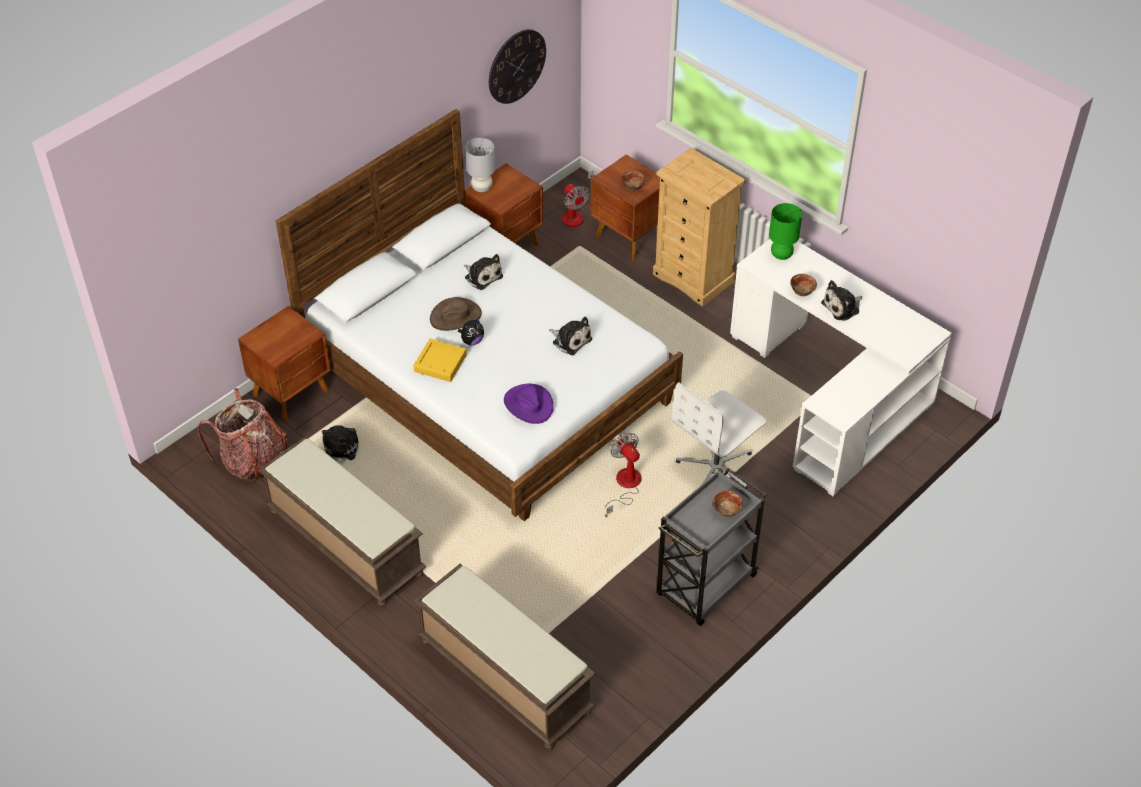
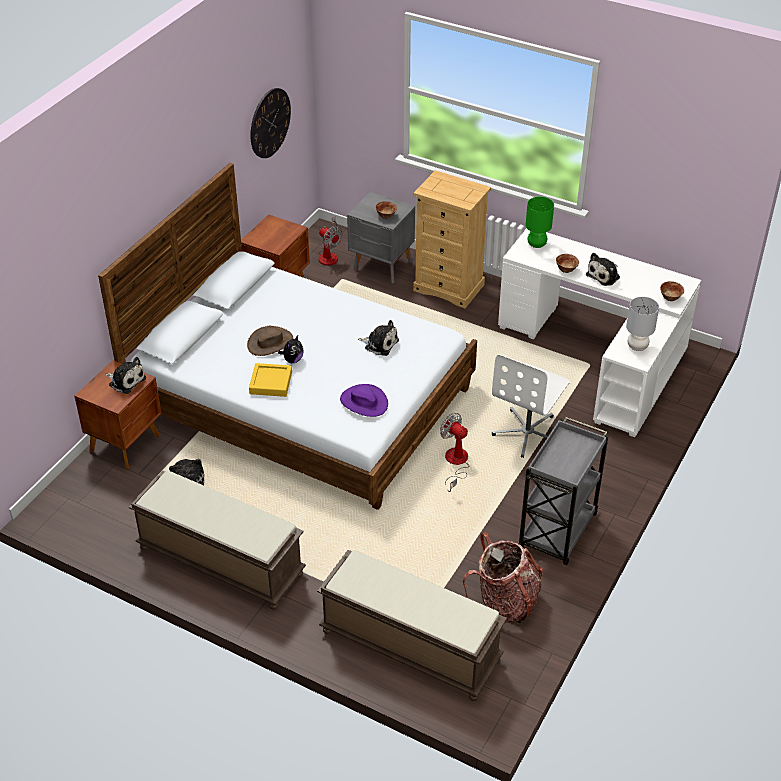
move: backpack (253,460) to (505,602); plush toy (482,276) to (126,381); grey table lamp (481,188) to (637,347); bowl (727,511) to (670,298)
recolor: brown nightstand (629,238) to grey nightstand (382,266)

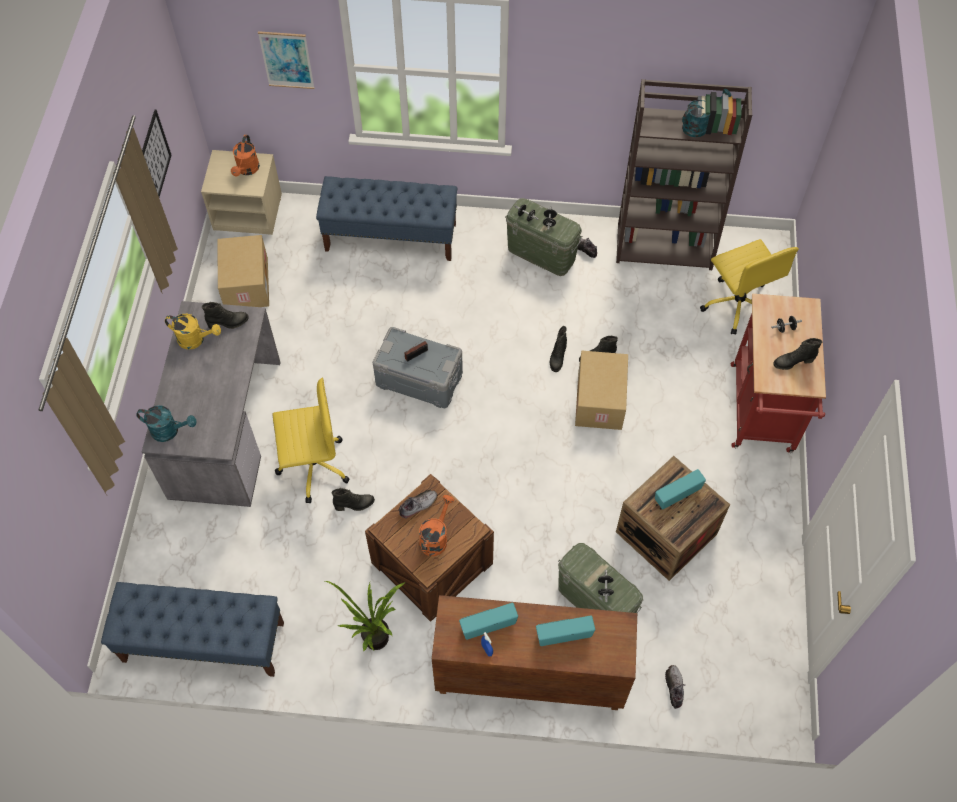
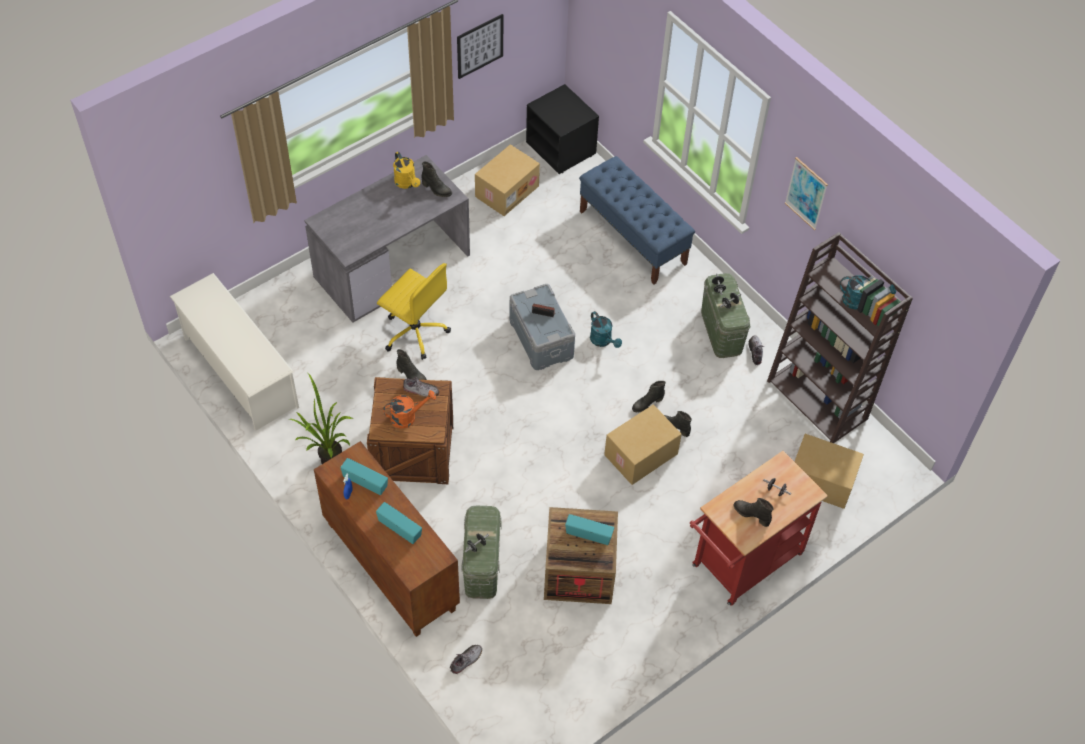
delete: orange watering can (247,170)
move: turquoise watering can (170,431) to (603,341); picture (287,60) to (806,193)
replace: blue bench (203,642) to white shoe rack (240,372); yellow office chair (737,304) to cardboard box (820,481)
recolor: beige nightstand (248,211) to black nightstand (562,148)

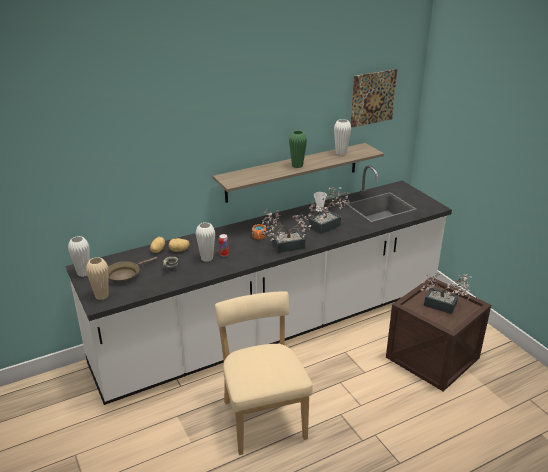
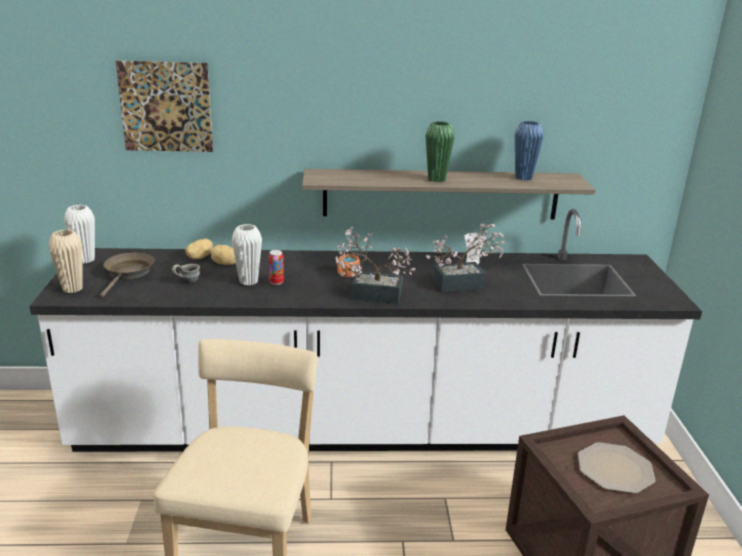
move: picture (373,98) to (166,107)
replace: potted plant (444,306) to plate (614,469)
recolor: white vase (341,153) to blue vase (523,177)
rotate: brown frying pan (125,275) = (128,274) 120 degrees clockwise

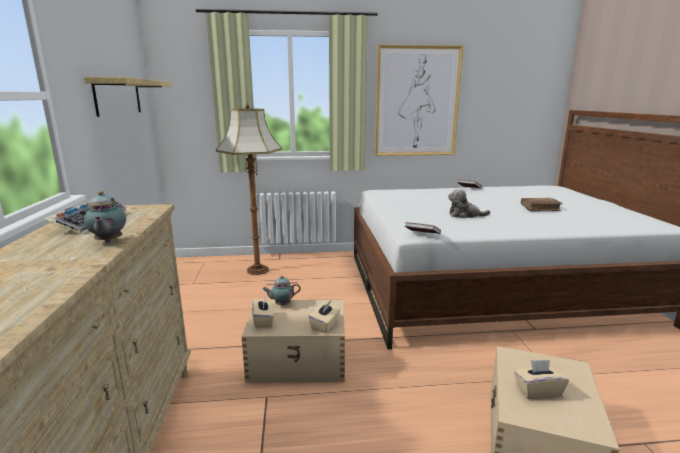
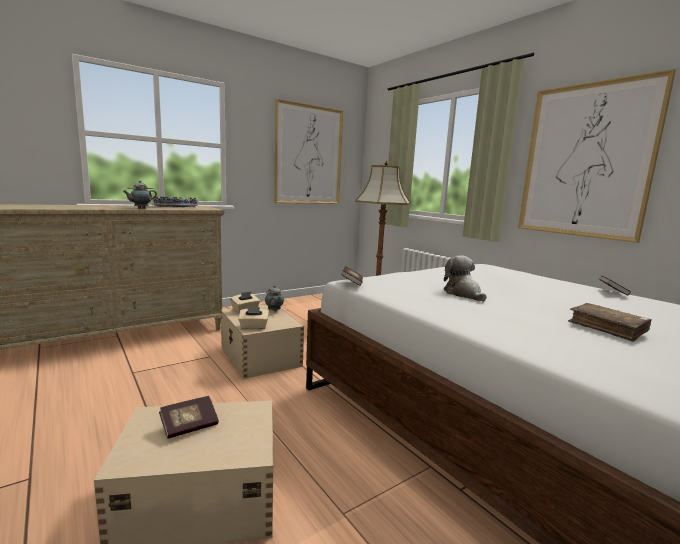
replace: shelf (118,97) to picture (309,155); beige tissue box (537,391) to book (189,426)

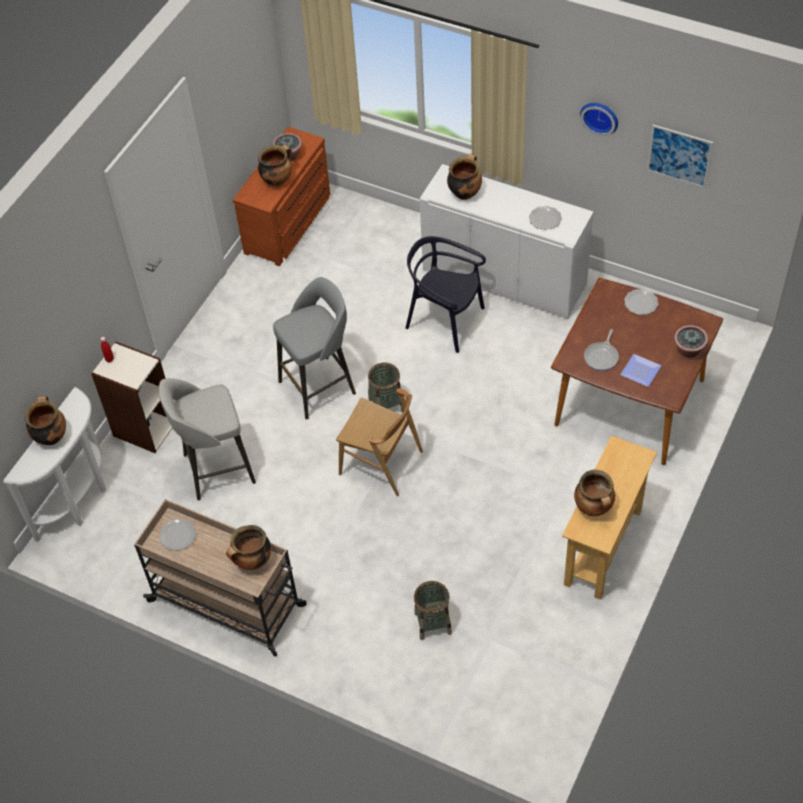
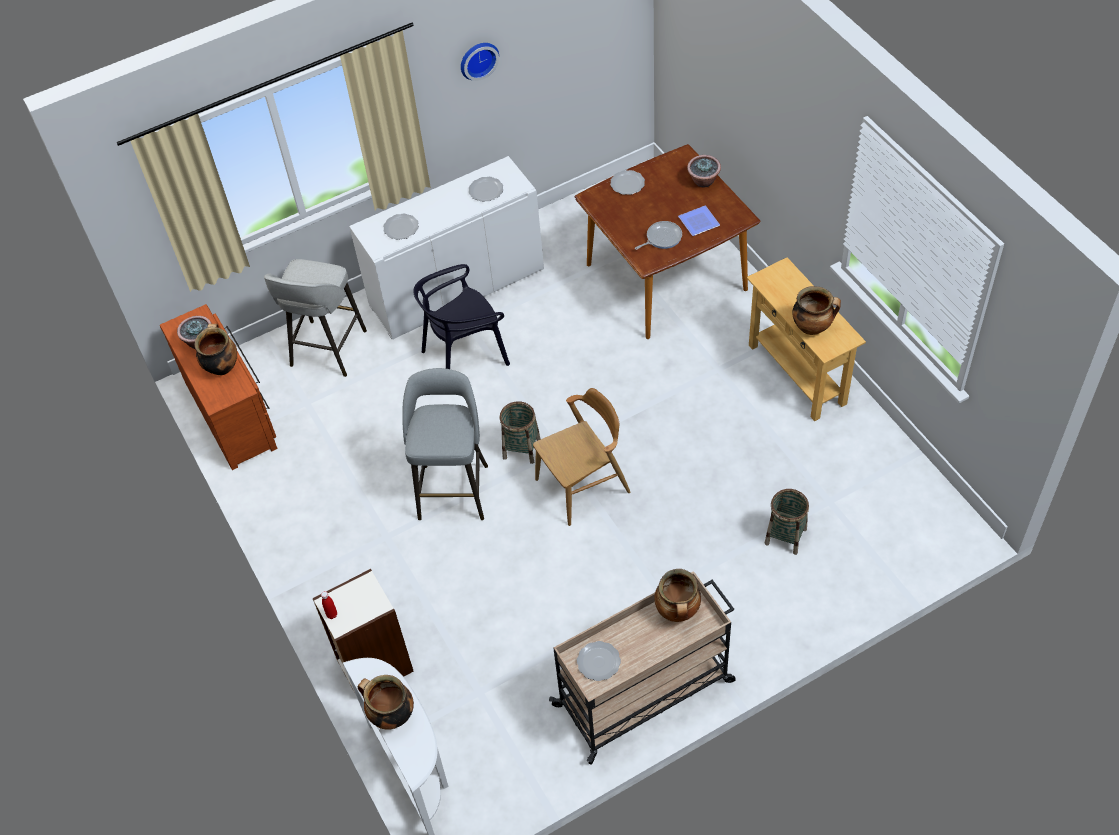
delete: picture (679,156)
move: grey stool (216,469) to (327,350)
replace: cooking pot (464,192) to plate (400,228)
rotate: frying pan (602,356) = (662,238) 90 degrees counterclockwise

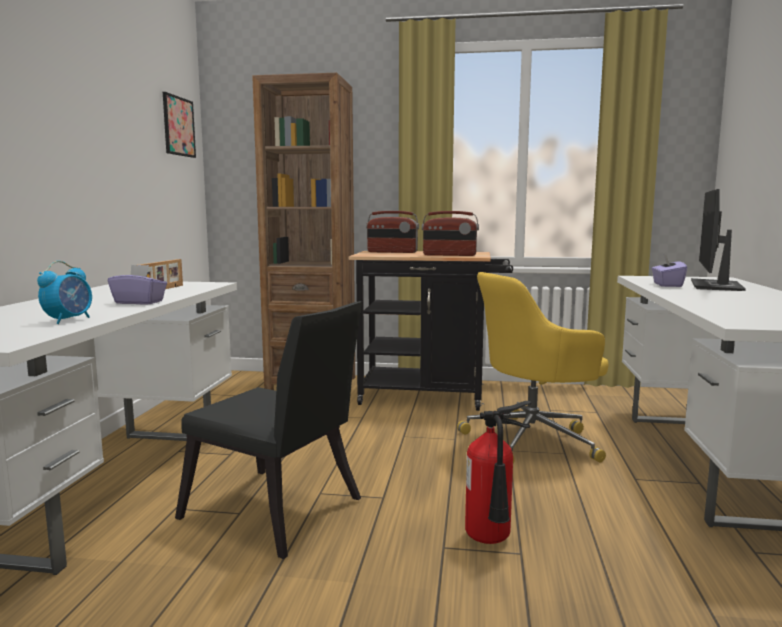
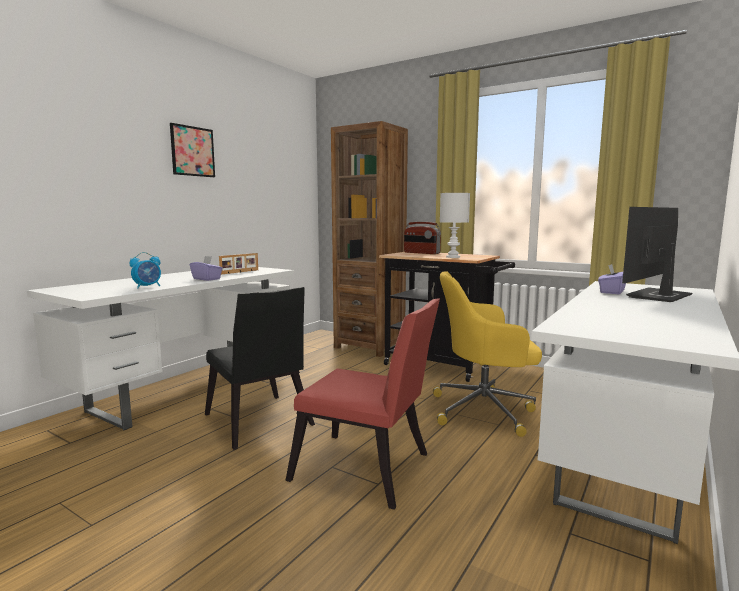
move: picture (178,126) to (192,151)
replace: radio (449,255) to white table lamp (453,257); fire extinguisher (491,541) to red chair (367,471)

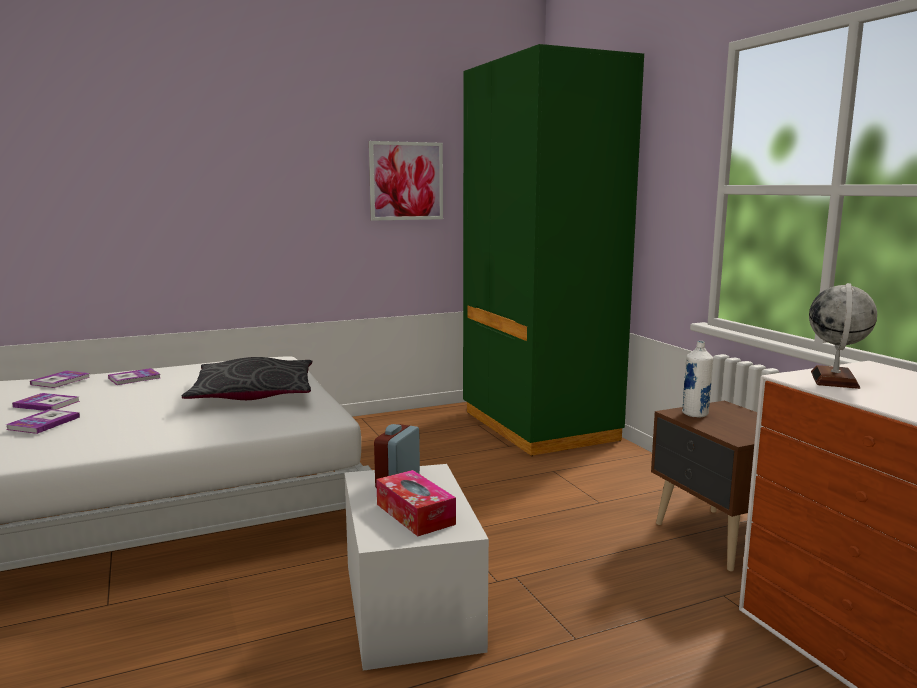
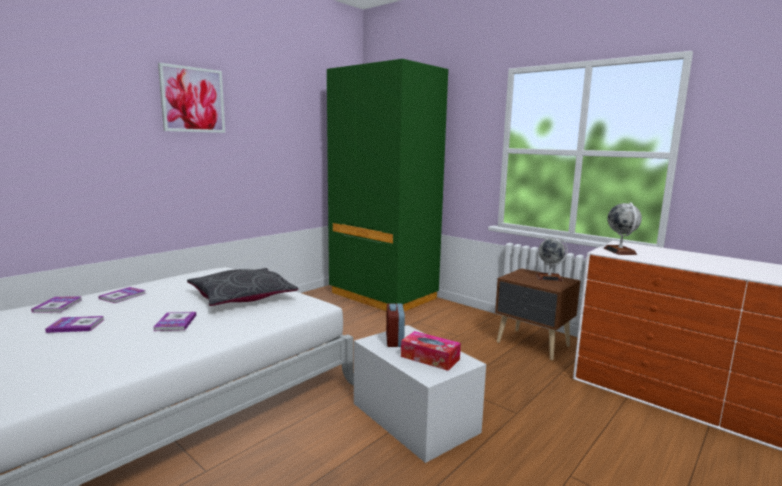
delete: white bottle (695,414)
insert: globe (549,278)
move: book (43,423) to (175,322); picture (406,181) to (193,100)

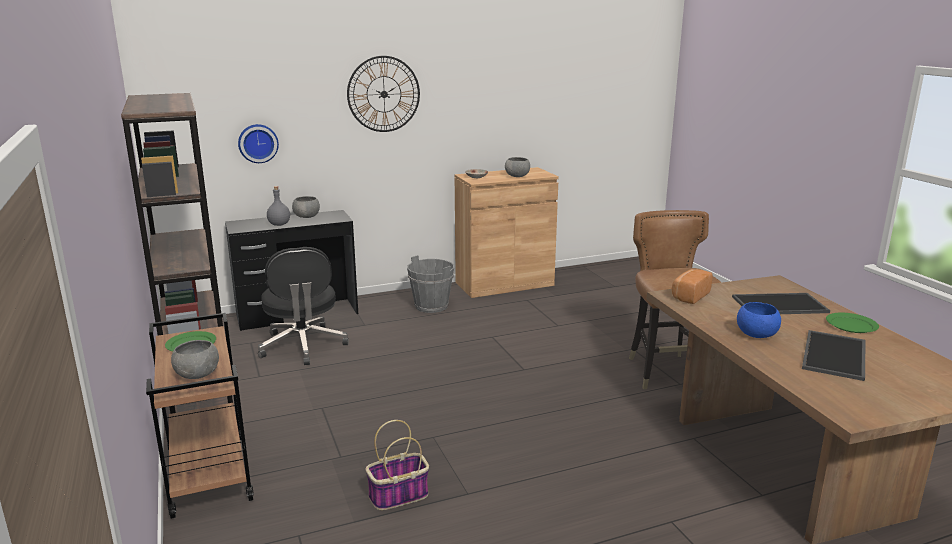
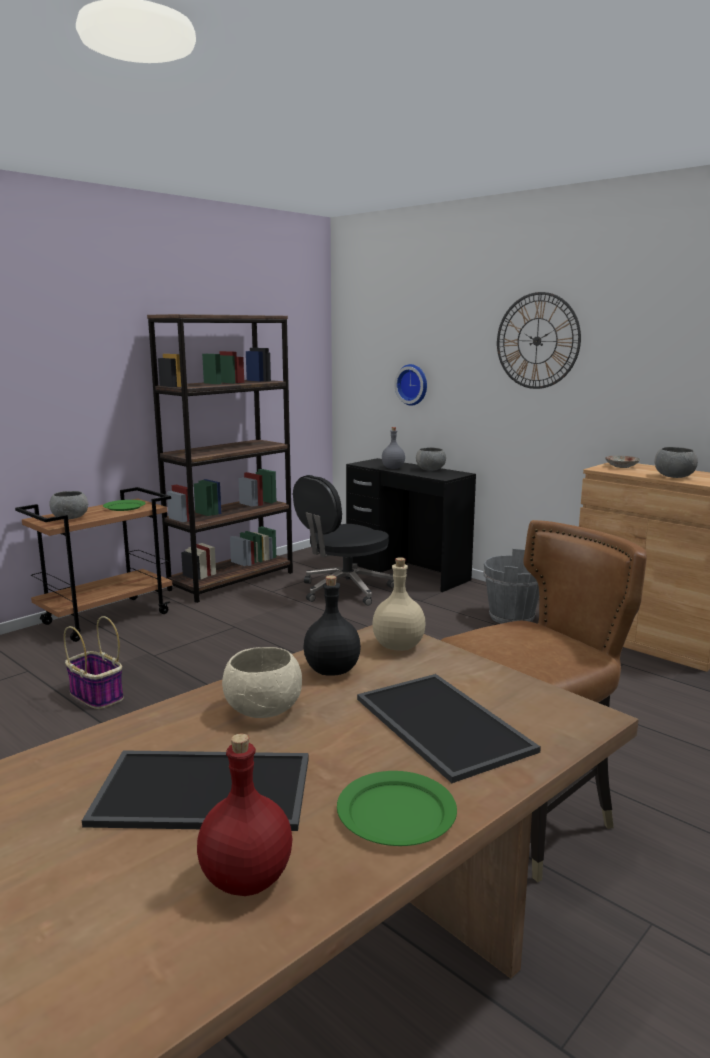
insert: red bottle (245,880); black bottle (331,670)
replace: bread (689,296) to beige bottle (399,646)
recolor: blue bowl (756,334) to beige bowl (264,709)

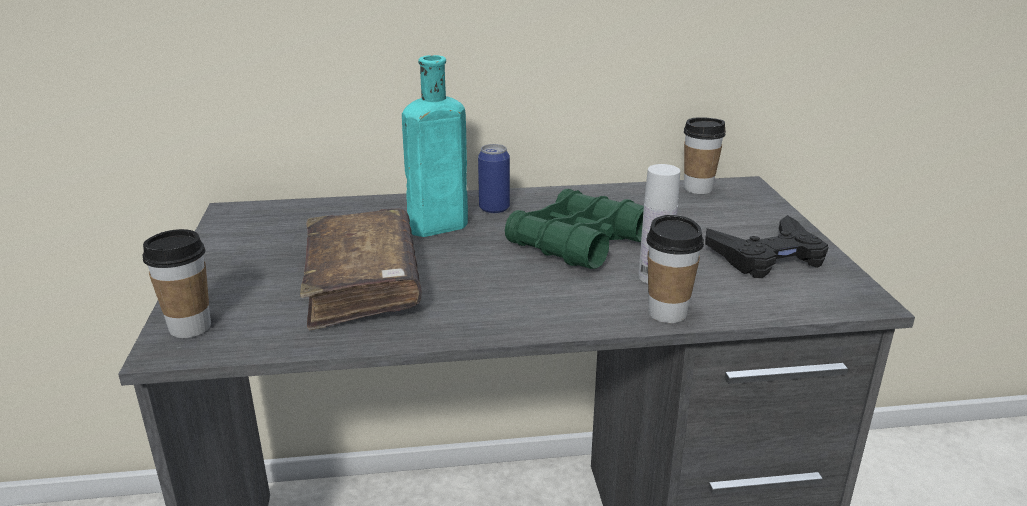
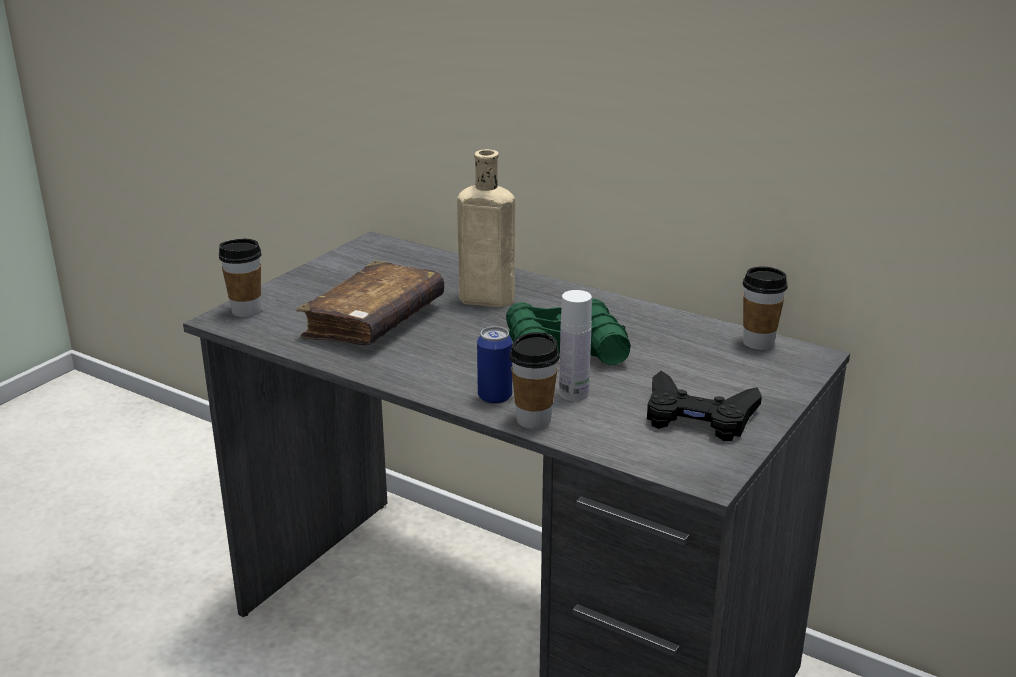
move: can (494,209) to (495,397)
recolor: turquoise bottle (434,227) to beige bottle (482,299)

